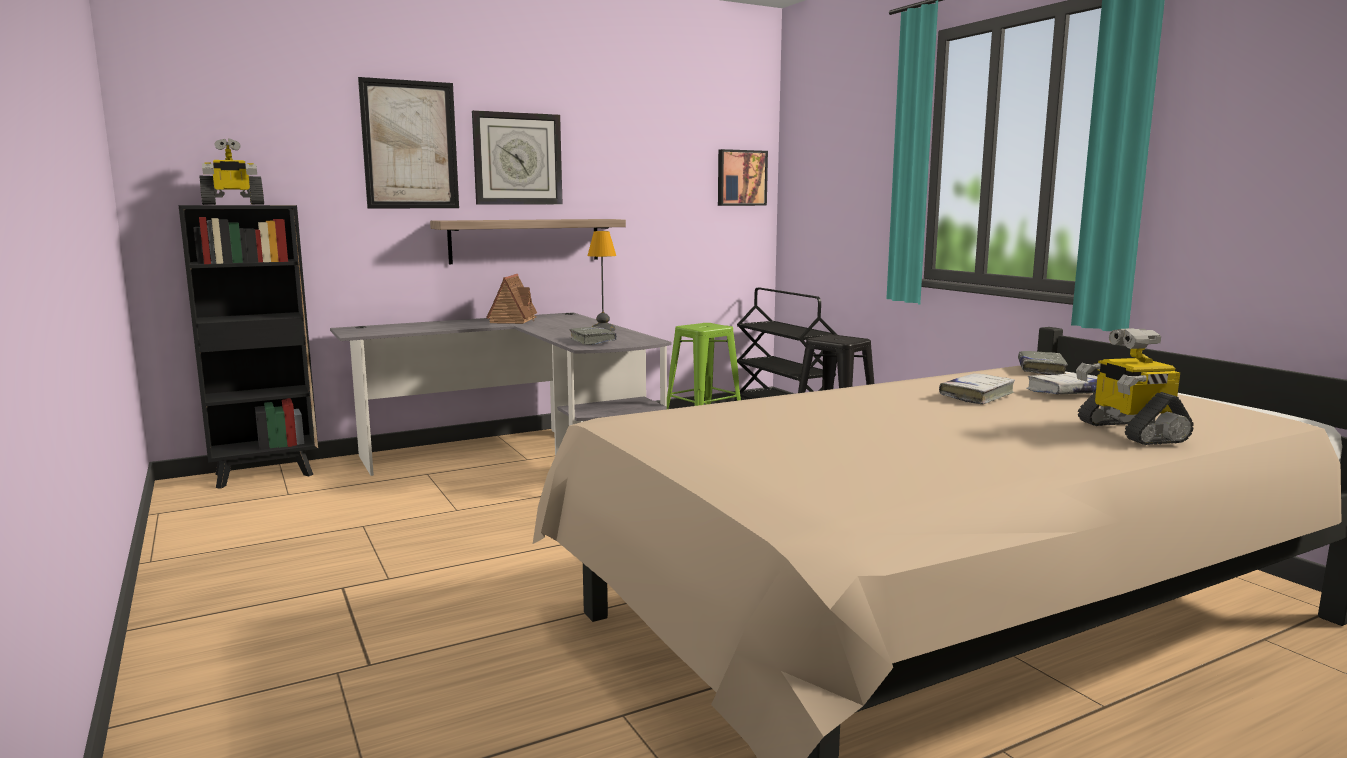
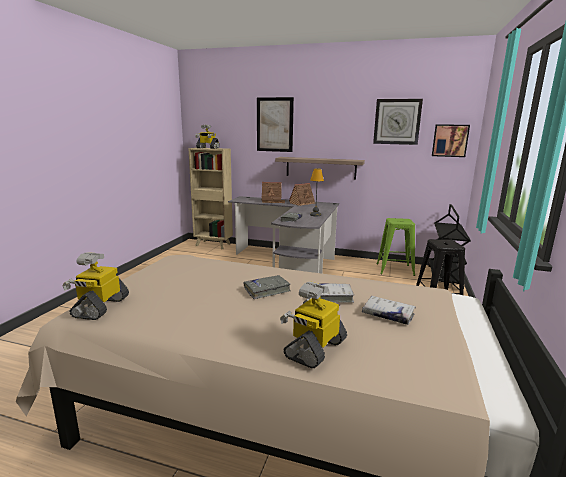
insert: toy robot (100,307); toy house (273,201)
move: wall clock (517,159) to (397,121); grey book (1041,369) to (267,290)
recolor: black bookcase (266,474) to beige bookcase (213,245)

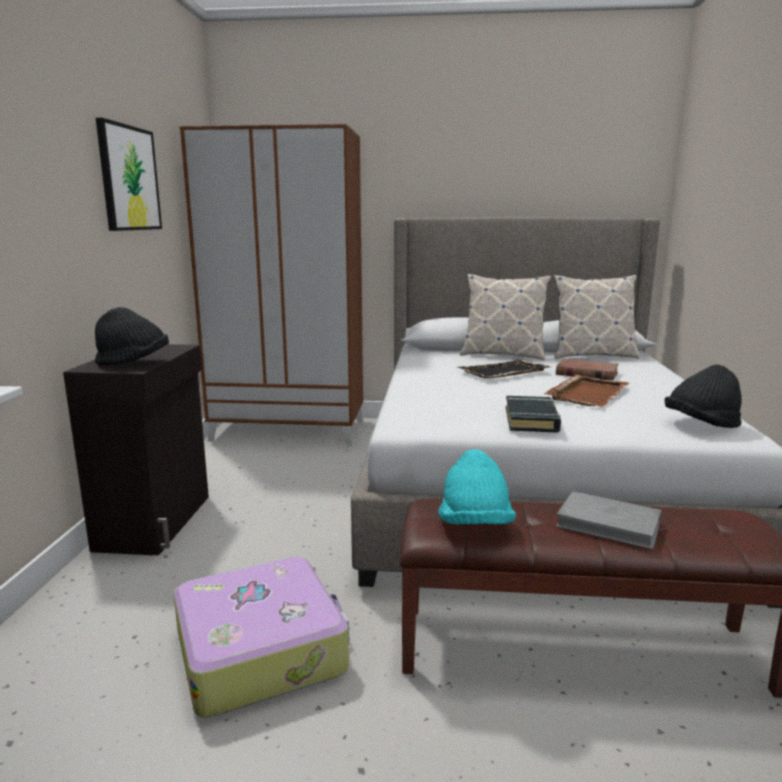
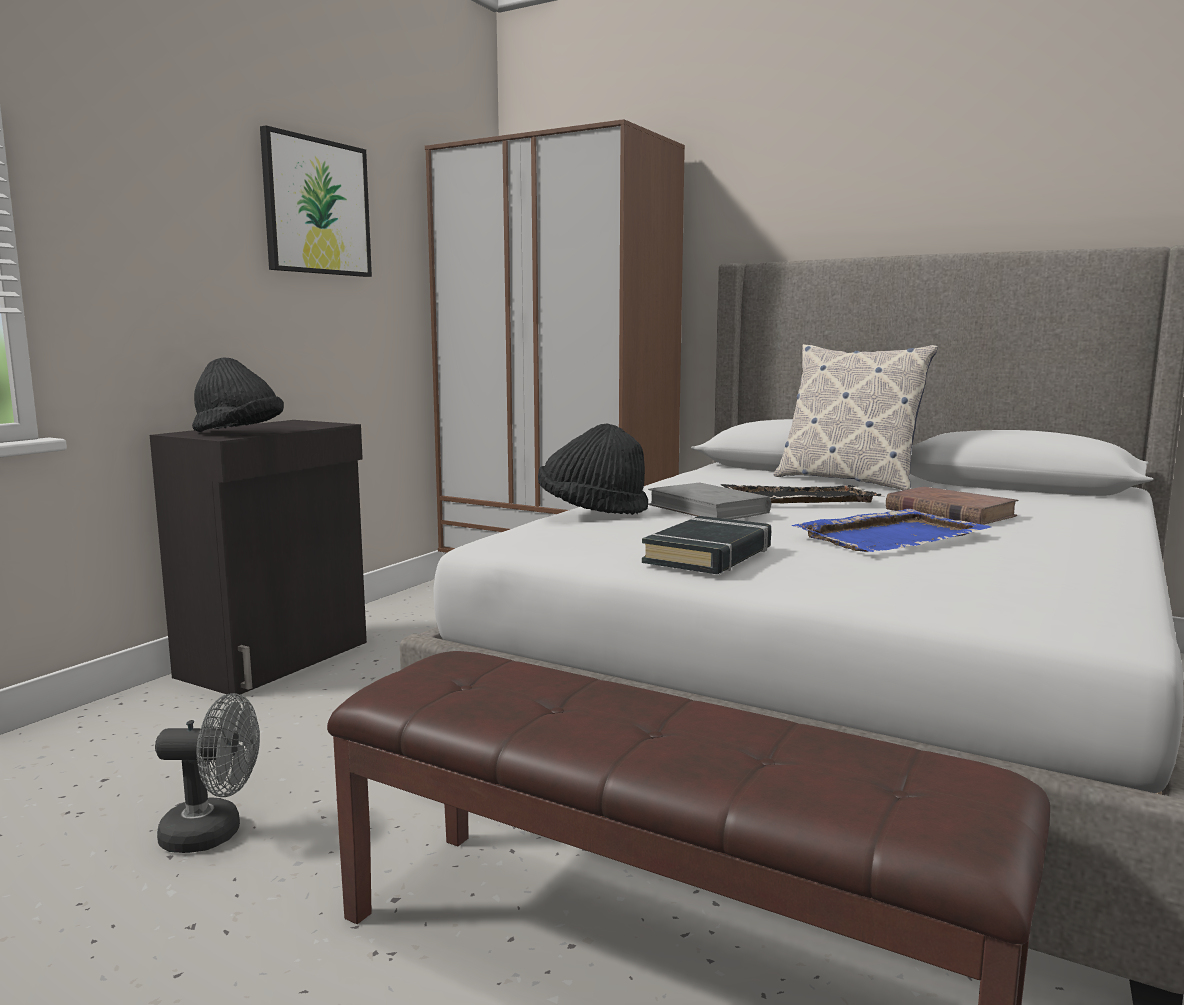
delete: turquoise hat (474,525); pillow (592,355)
move: grey book (609,525) to (708,509); black hat (701,425) to (592,510)
replace: suitcase (262,649) to grey fan (214,834)
recolor: brown tray (588,393) to blue tray (892,536)

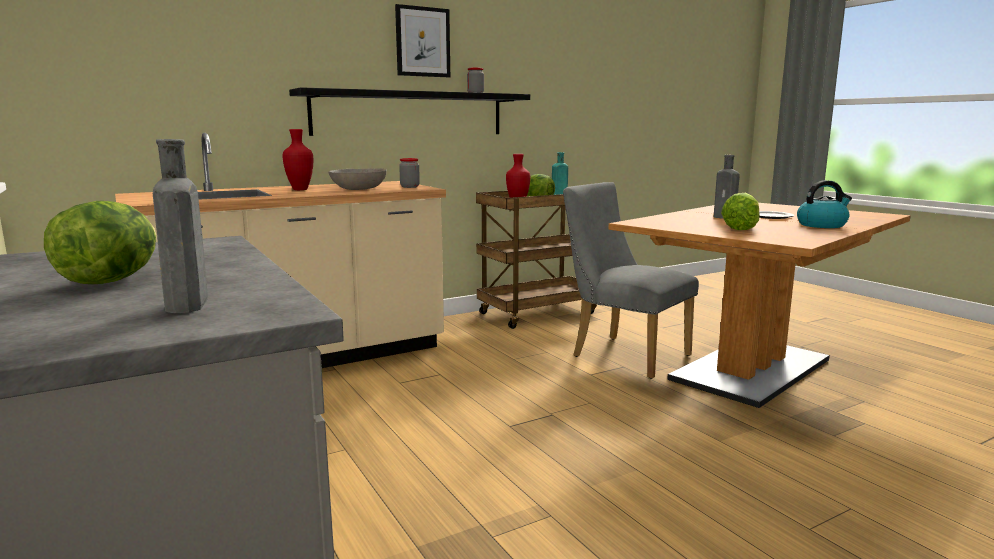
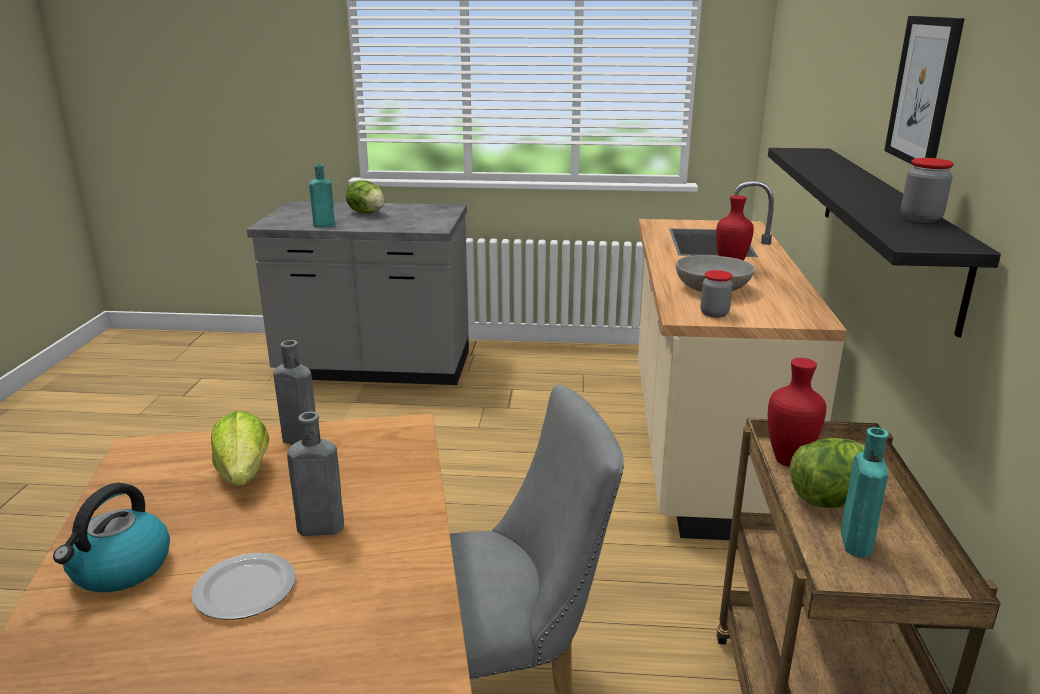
insert: turquoise bottle (322,225)
move: grey bottle (187,306) to (298,439)

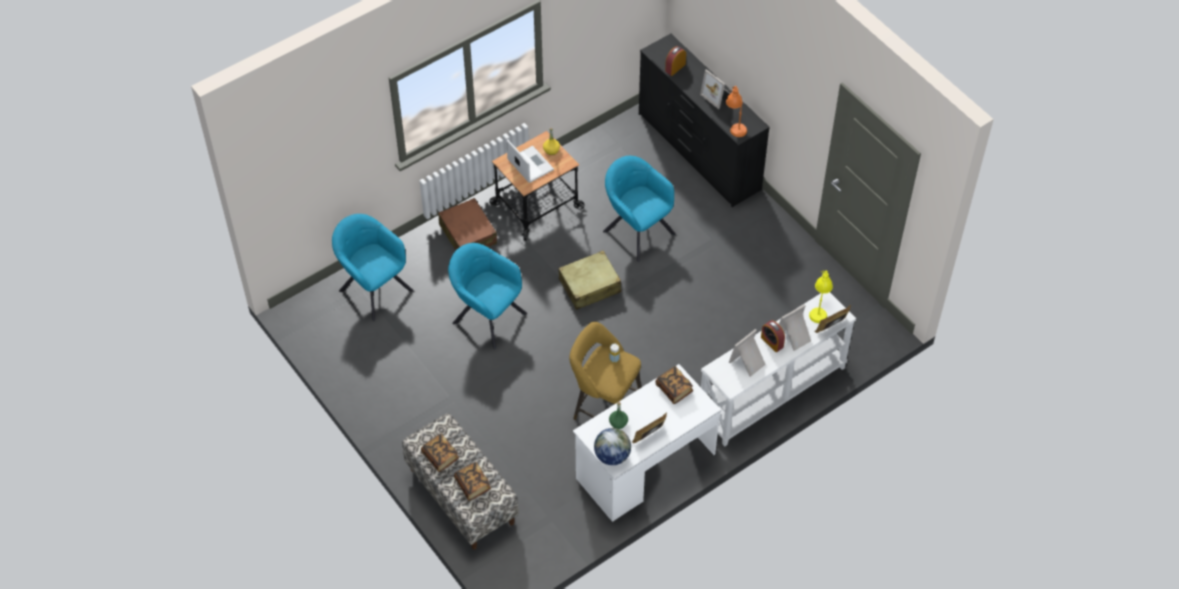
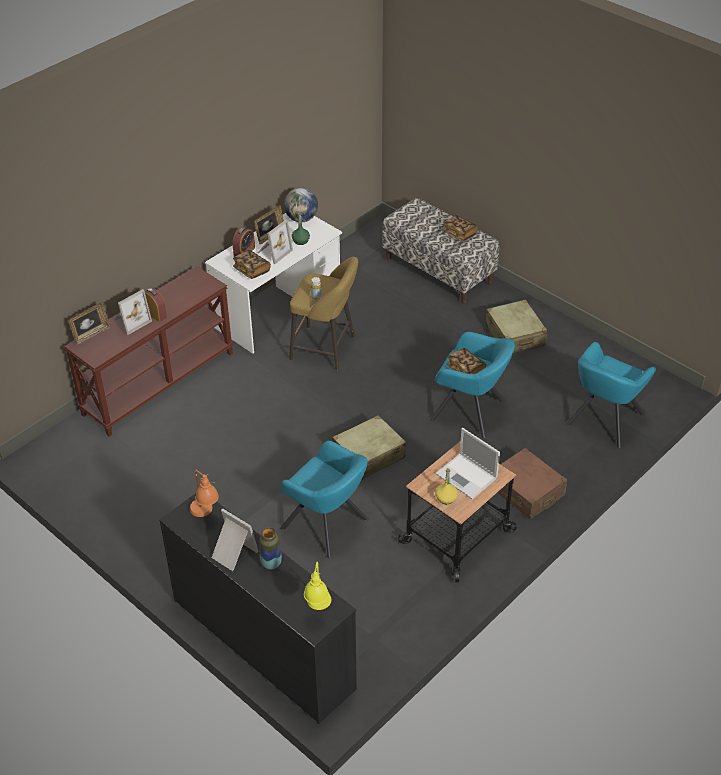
insert: vase (271,564); beige suitcase (515,335)
move: book (473,485) to (465,370); alarm clock (675,68) to (244,252); picture frame (748,362) to (273,252); yellow table lamp (819,309) to (318,609)
recolor: white console table (772,393) to brown console table (158,382)
rotate: turquoise armchair (373,288) = (604,421) 90 degrees clockwise

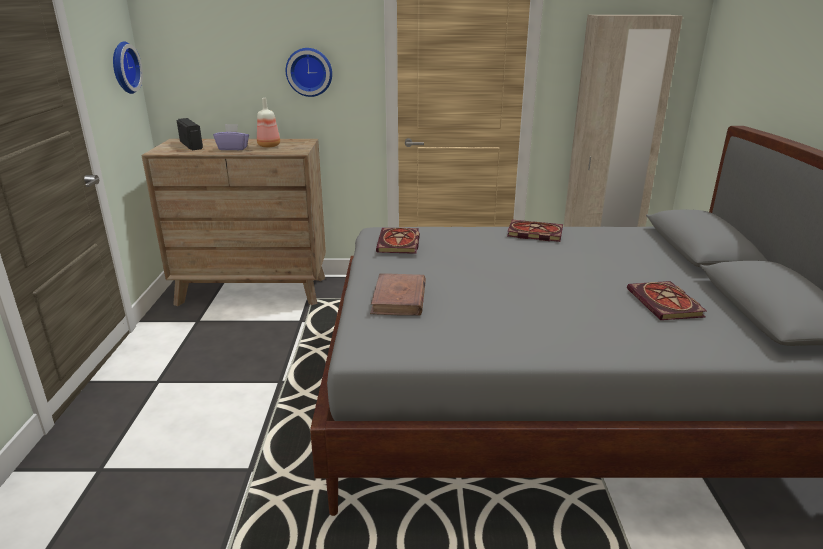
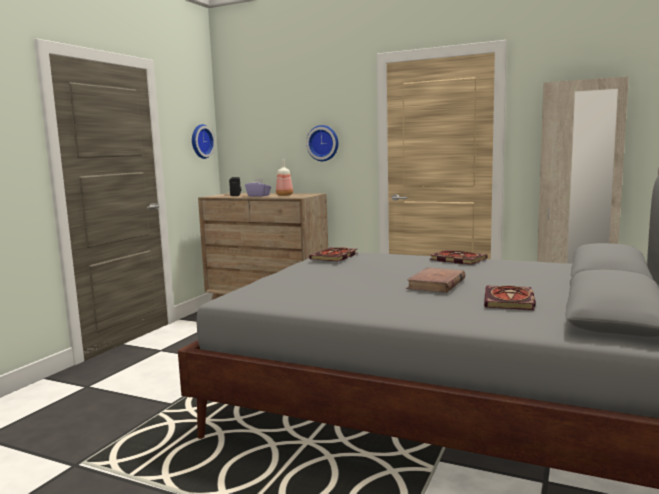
move: brown book (399,298) to (436,284)

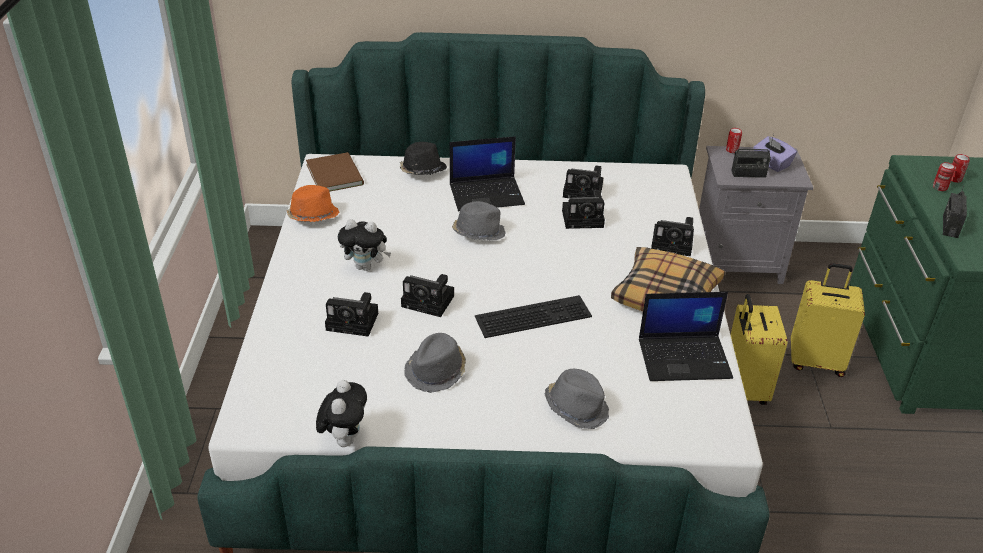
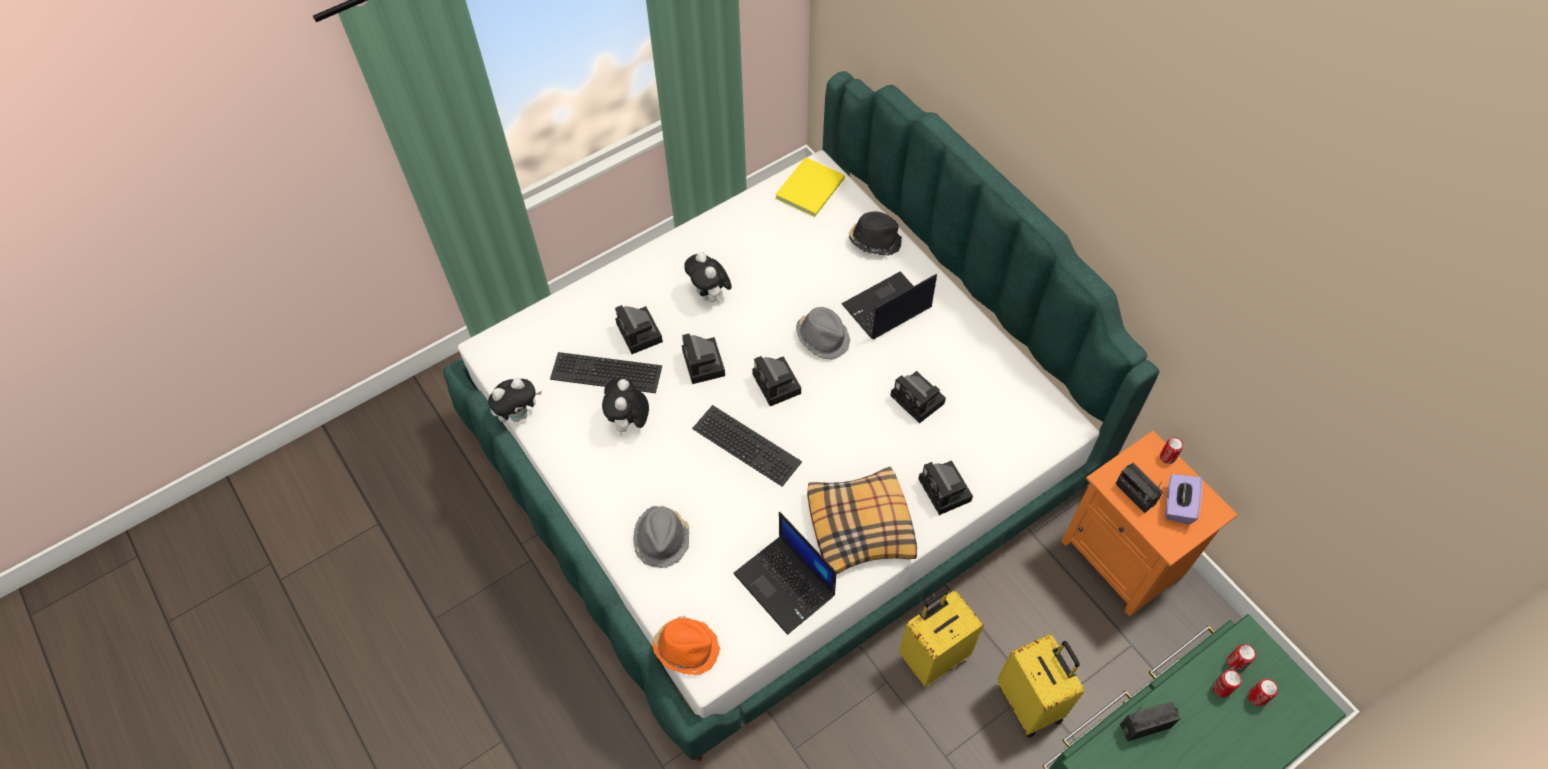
insert: keyboard (604,374); can (1235,663)
move: orange hat (312,216) to (687,647); photo camera (584,191) to (778,385)
replace: grey hat (436,371) to plush toy (629,422)
recolor: brown book (335,173) to yellow book (812,188); grey nightstand (738,262) to orange nightstand (1125,557)
rotate: laptop (487,194) = (886,308) 105 degrees clockwise

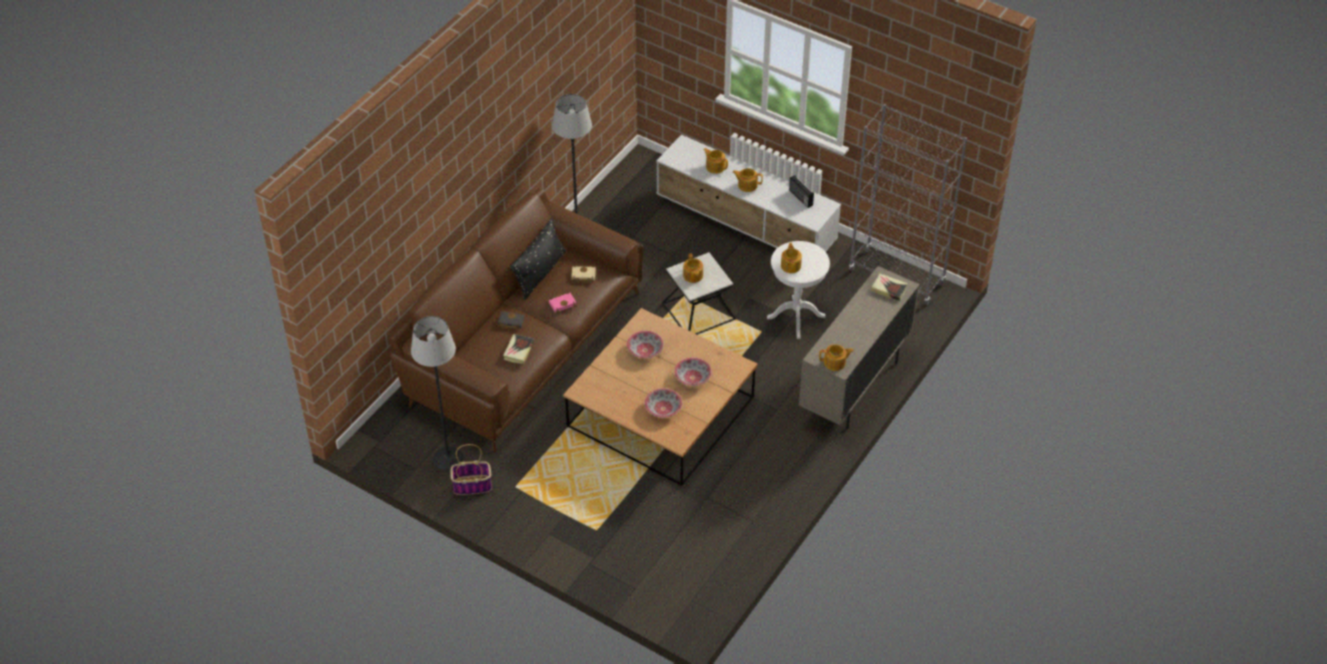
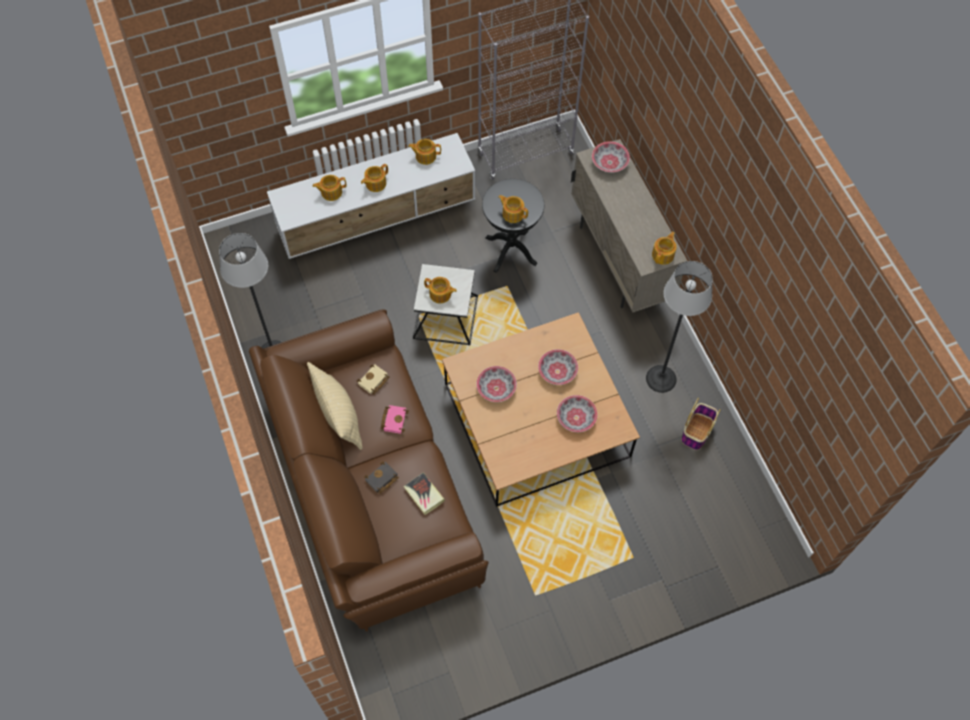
move: floor lamp (447,458) to (661,379); basket (472,485) to (697,431)
replace: radio (800,198) to teapot (425,156); book (889,289) to bowl (609,162)
recolor: black pillow (540,273) to beige pillow (338,415); white side table (796,317) to black side table (511,251)

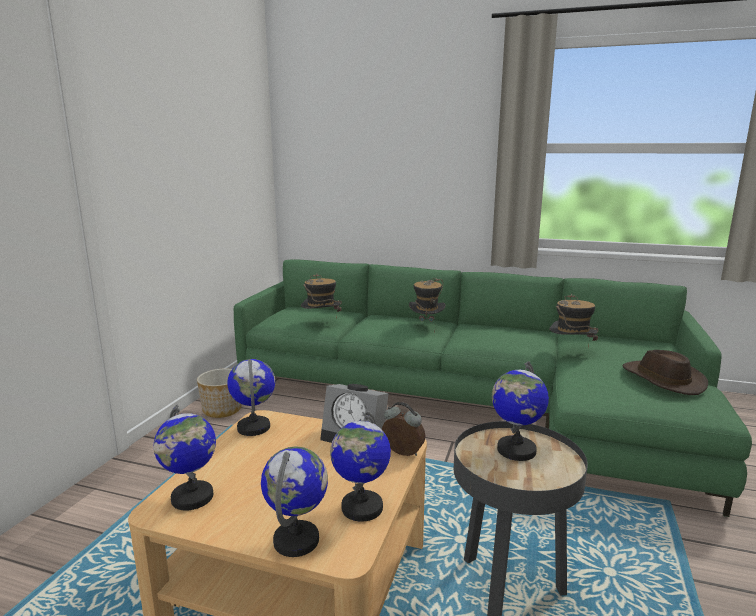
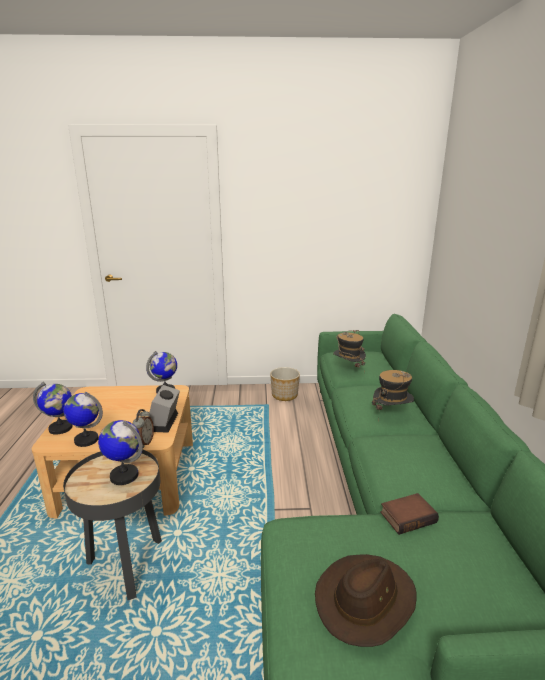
delete: globe (192,498)
replace: hat (571,351) to book (407,516)

